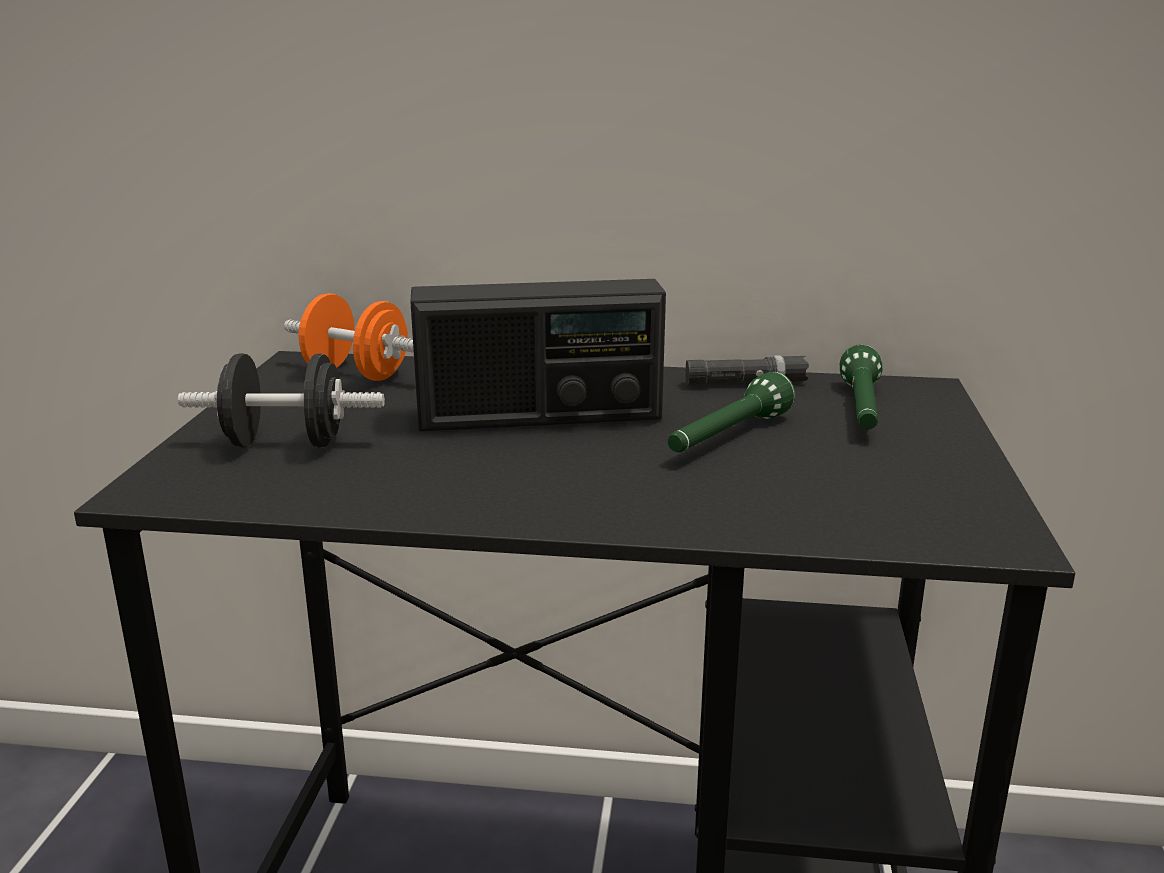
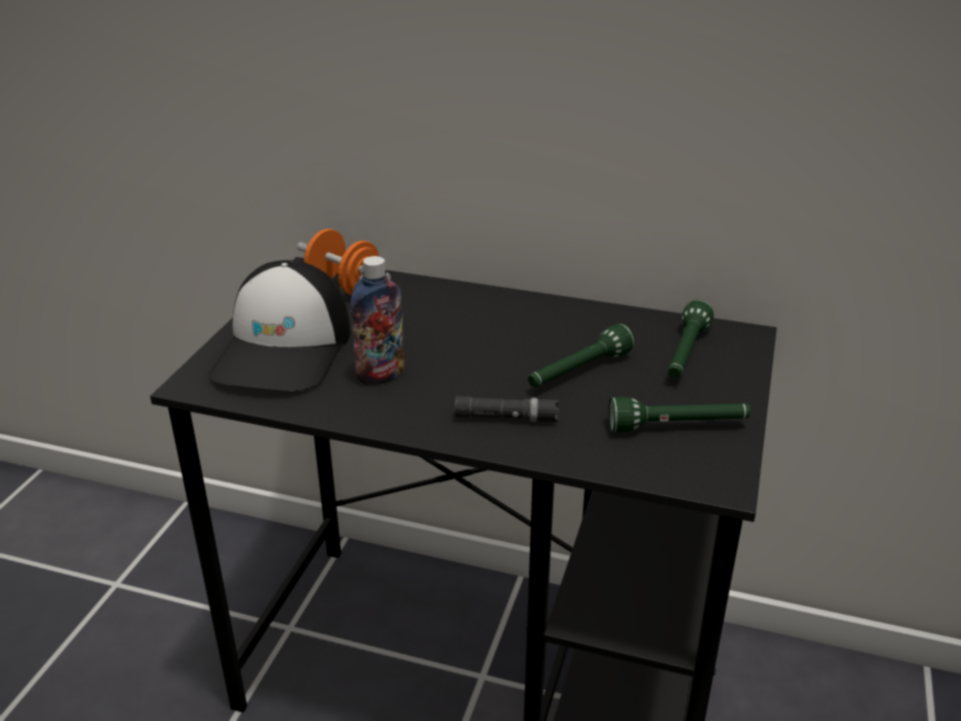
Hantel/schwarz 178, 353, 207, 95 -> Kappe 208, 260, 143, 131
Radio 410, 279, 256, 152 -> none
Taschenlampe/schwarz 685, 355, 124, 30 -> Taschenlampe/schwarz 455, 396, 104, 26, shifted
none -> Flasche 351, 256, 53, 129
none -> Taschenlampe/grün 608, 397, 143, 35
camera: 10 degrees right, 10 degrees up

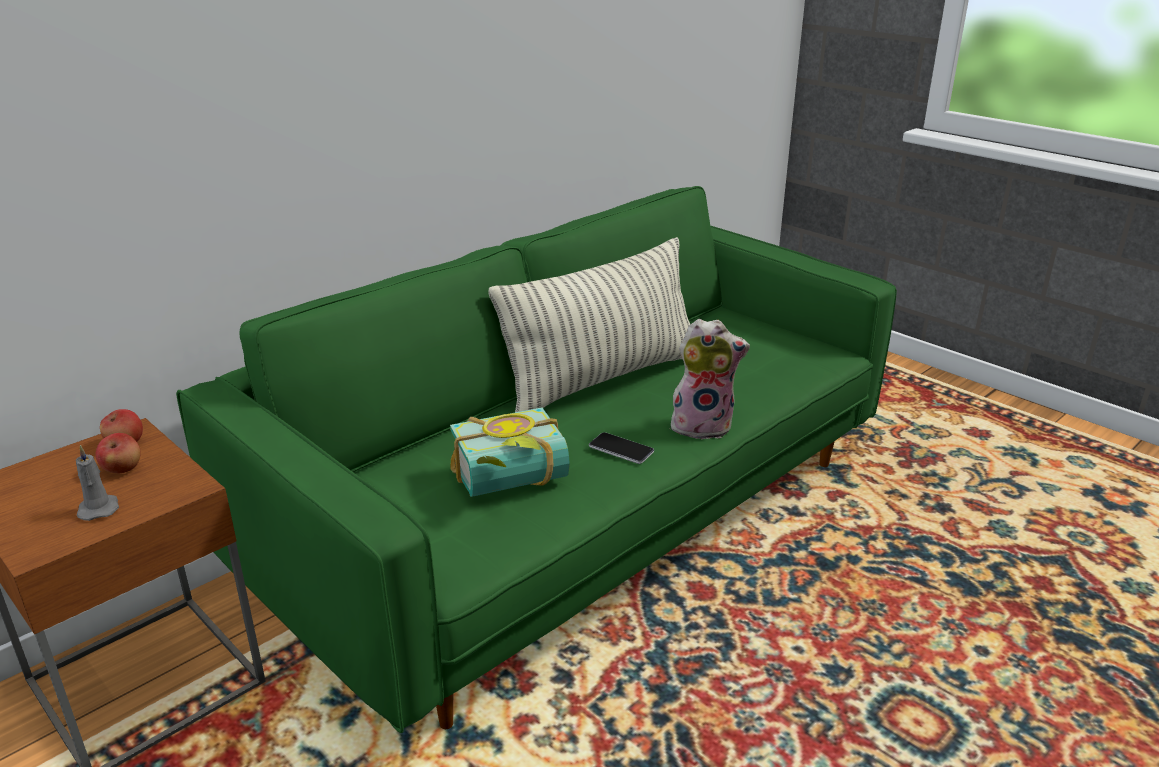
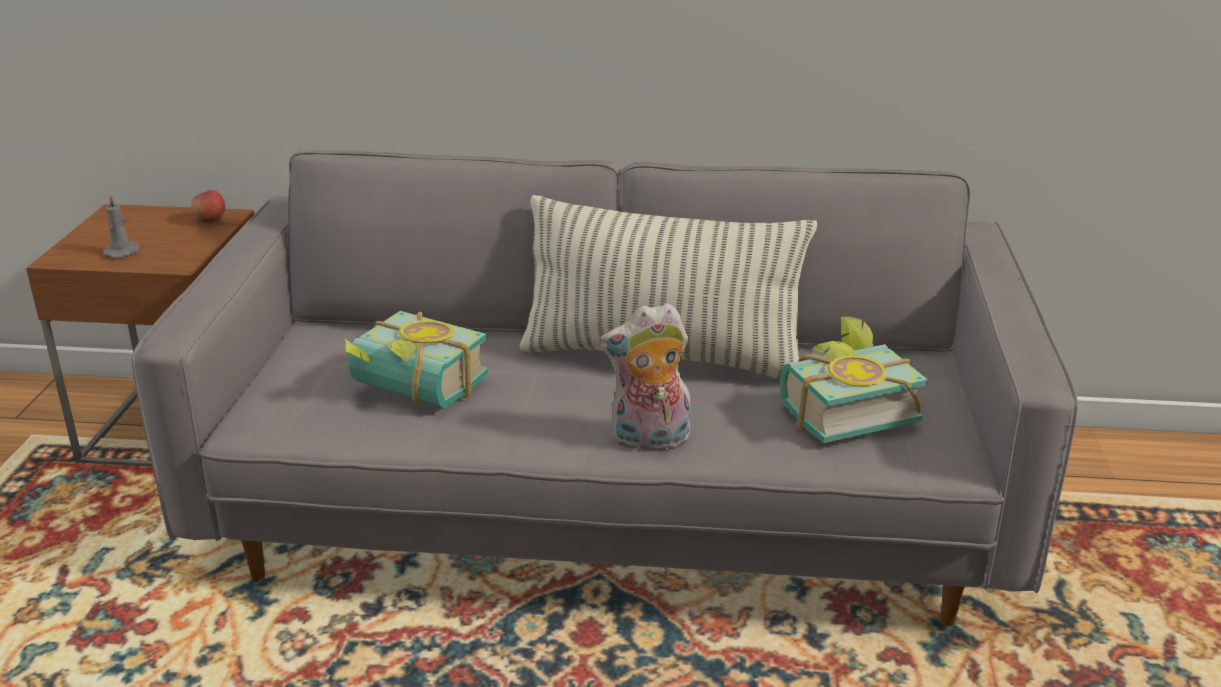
Apfel 95, 433, 46, 40 -> none
Sofa/grün 176, 186, 721, 547 -> Sofa/grau 131, 150, 947, 476
Handy 589, 432, 65, 32 -> none
Plüschtier 671, 319, 79, 121 -> Plüschtier 599, 303, 91, 151, 120 degrees clockwise
none -> Buch 780, 317, 148, 126
camera: 50 degrees right, 0 degrees up

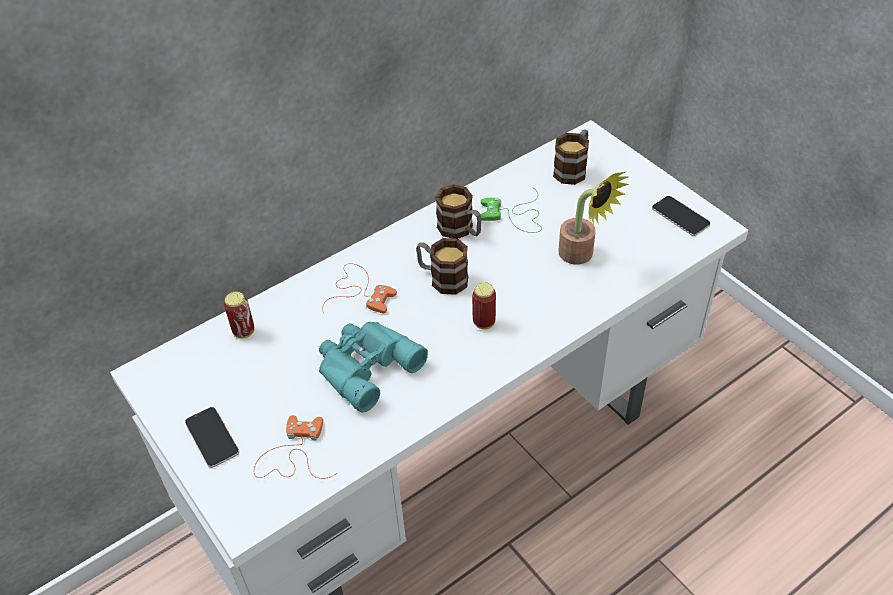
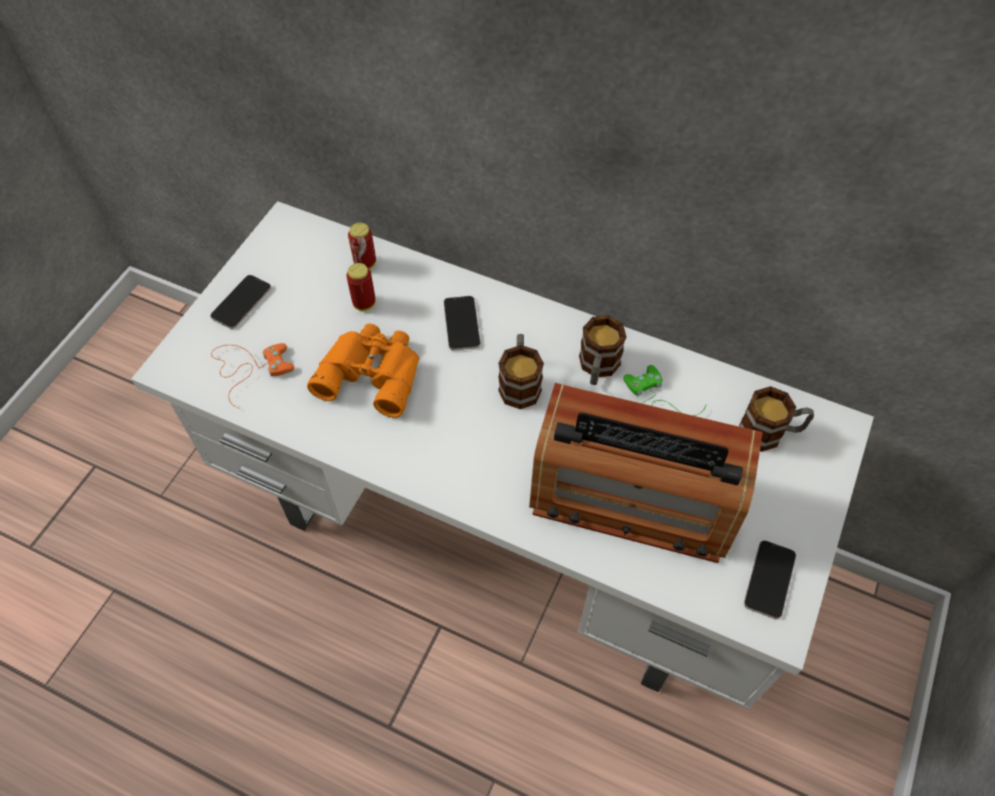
Fernglas/türkis 319, 322, 109, 90 -> Fernglas/orange 307, 324, 112, 94
Gamepad/orange 322, 263, 75, 51 -> Handy 444, 296, 37, 55
Dose 472, 282, 24, 47 -> Dose 347, 263, 29, 48, shifted
Topfpflanze 558, 172, 71, 93 -> Radio 529, 383, 234, 180
camera: 60 degrees right, 10 degrees up

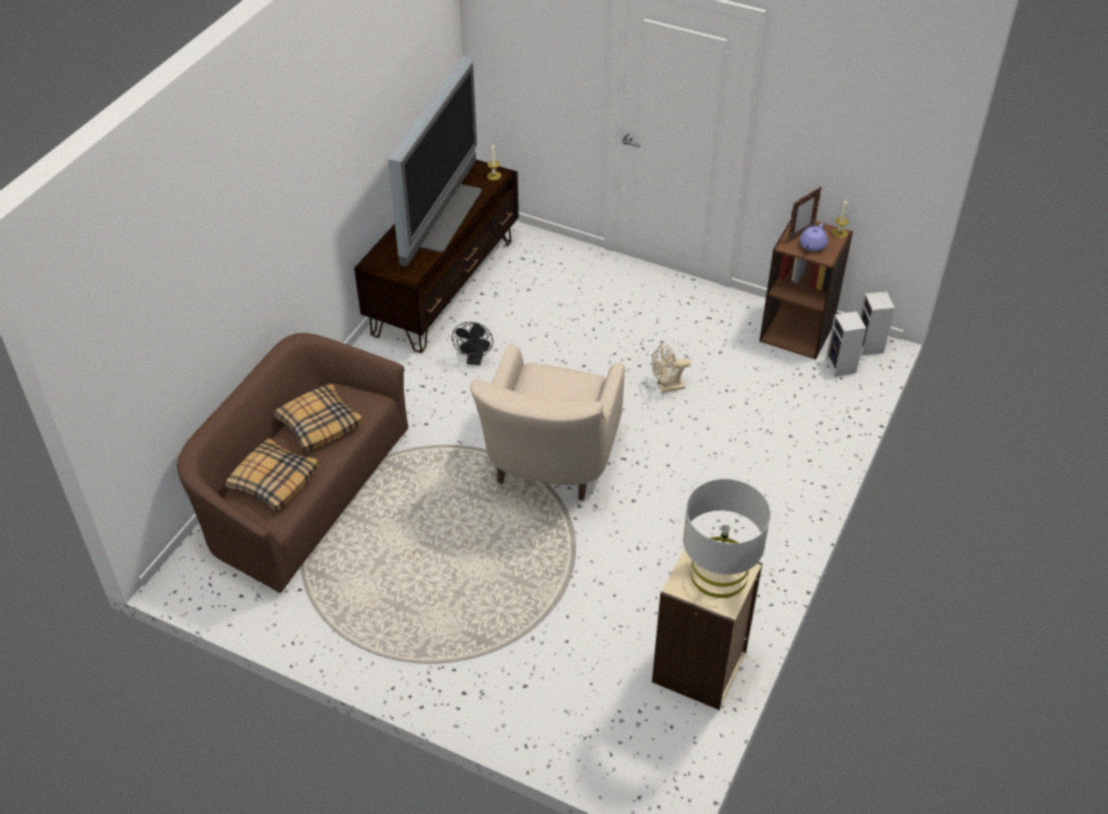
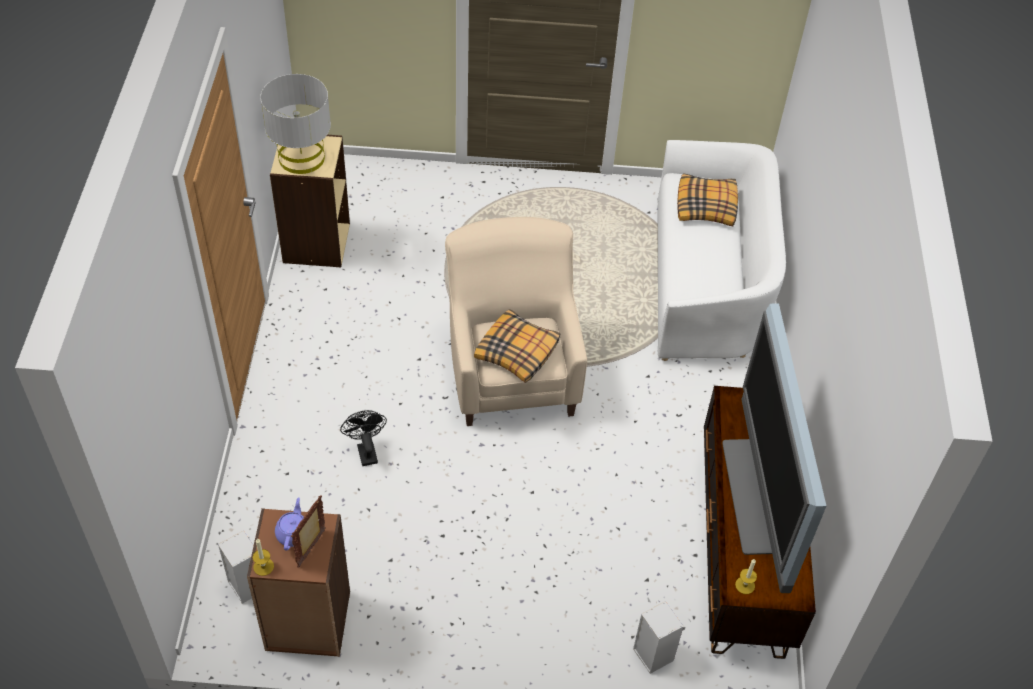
Sofa/braun 177, 333, 231, 260 -> Sofa/weiß 658, 140, 128, 221
Kissen 273, 384, 90, 68 -> Kissen 474, 309, 86, 74, shifted
Ventilator/schwarz 452, 322, 41, 43 -> Ventilator/schwarz 340, 410, 47, 56, shifted
Ventilator/beige 652, 343, 39, 50 -> none
Lautsprecher 860, 291, 35, 64 -> Lautsprecher 633, 601, 51, 73, shifted
camera: 155 degrees right, 5 degrees up

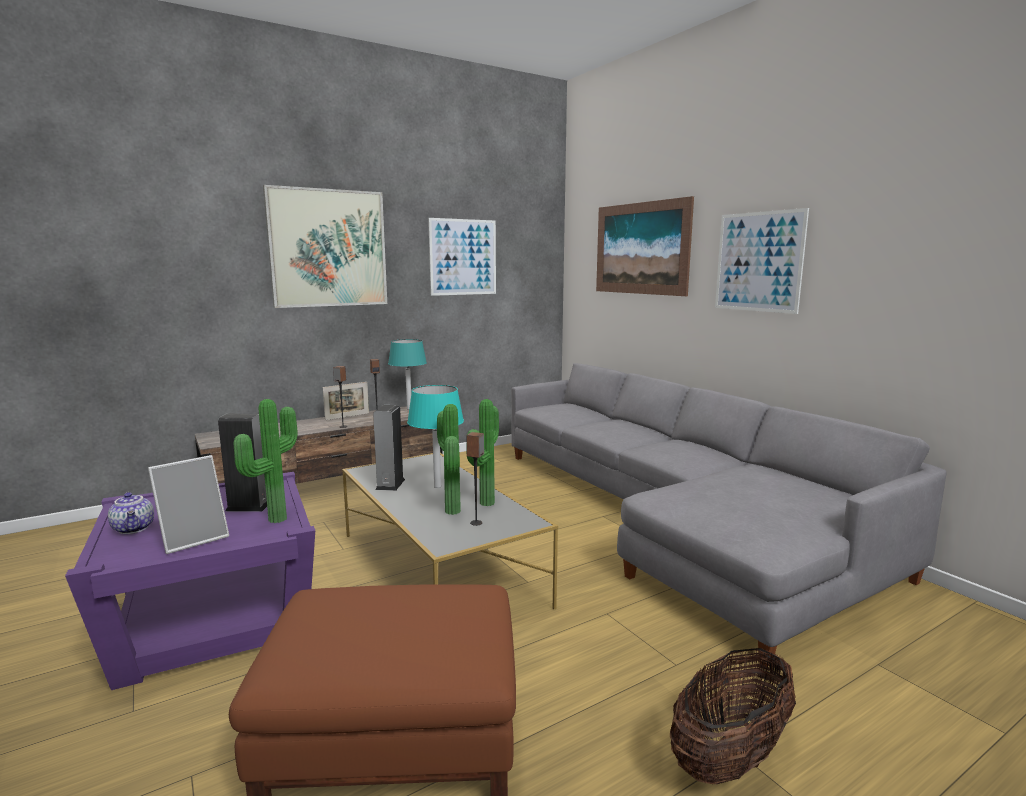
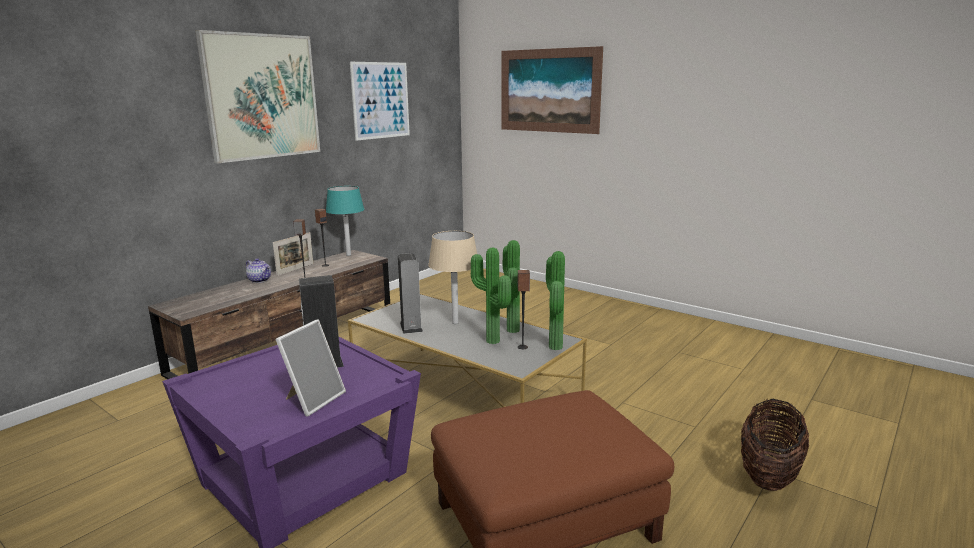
Teekanne 108, 492, 46, 42 -> Teekanne 246, 258, 25, 25, shifted
Topfpflanze 234, 399, 64, 124 -> Topfpflanze 546, 251, 19, 99, shifted
Tischlampe/türkis 407, 385, 57, 103 -> Tischlampe/beige 428, 231, 49, 93
Sofa/grau 511, 363, 436, 303 -> none
Bild 715, 208, 94, 106 -> none
camera: 20 degrees left, 5 degrees up

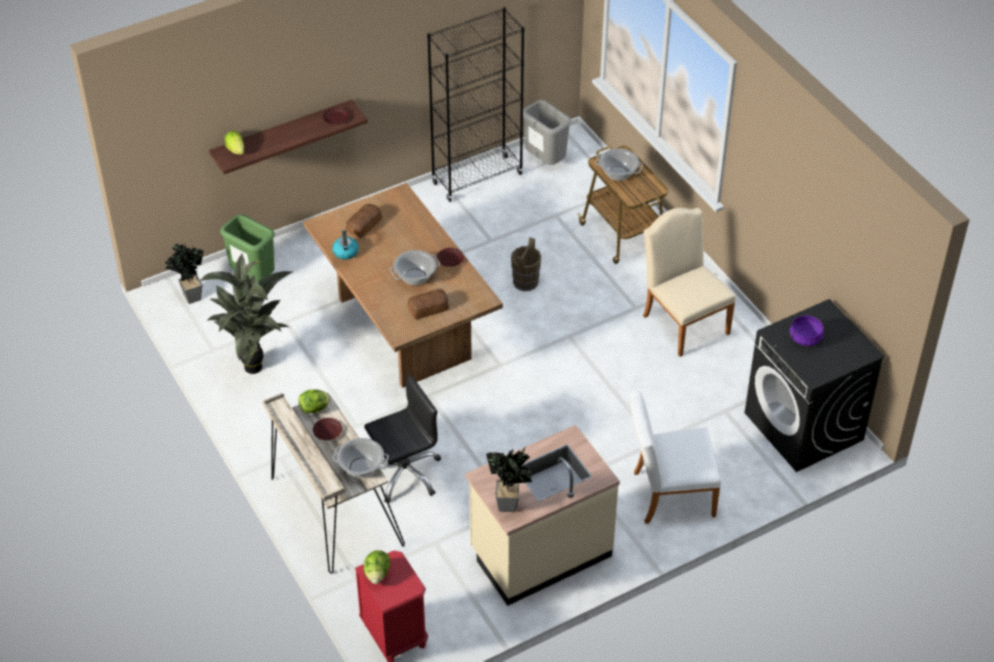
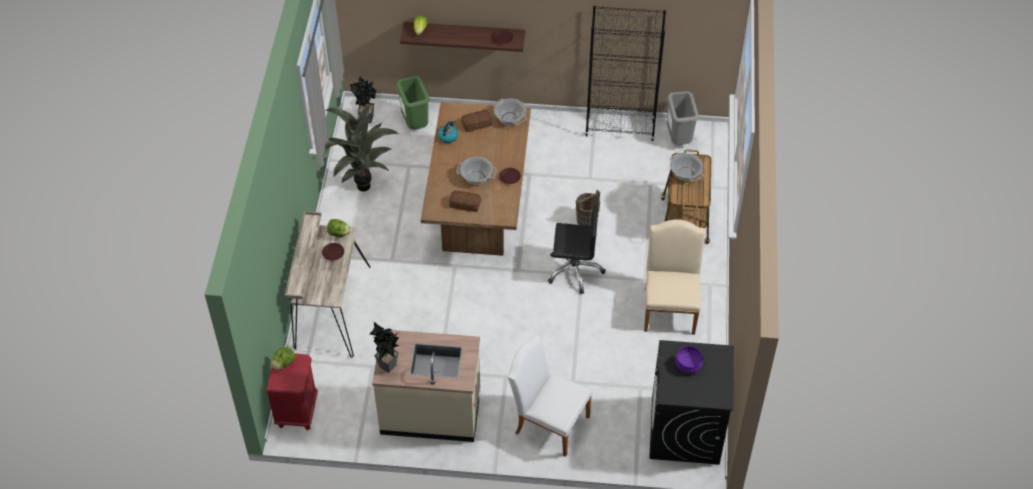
Kochtopf 332, 438, 57, 39 -> Kochtopf 493, 98, 34, 27, shifted
Bürostuhl/schwarz 364, 374, 77, 129 -> Bürostuhl/schwarz 548, 204, 57, 90, shifted
camera: 35 degrees right, 5 degrees up

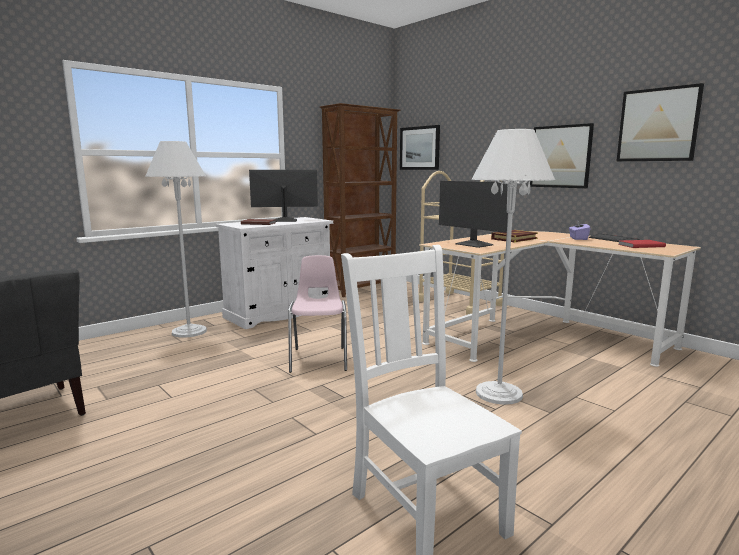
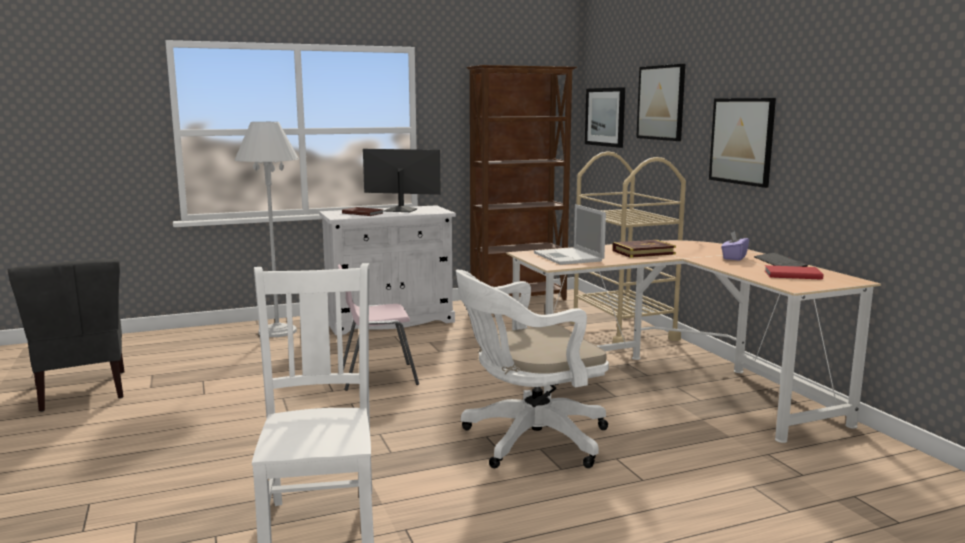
Stuhl/rosa 288, 255, 59, 118 -> Stuhl/rosa 338, 264, 81, 127, 120 degrees counterclockwise
Monitor 439, 181, 69, 67 -> Laptop 534, 204, 72, 61
Stehlampe/weiß 472, 129, 83, 276 -> Bürostuhl/weiß 456, 270, 153, 198
Bild 617, 83, 87, 78 -> Bild 636, 64, 49, 77, shifted
camera: 20 degrees right, 0 degrees up

